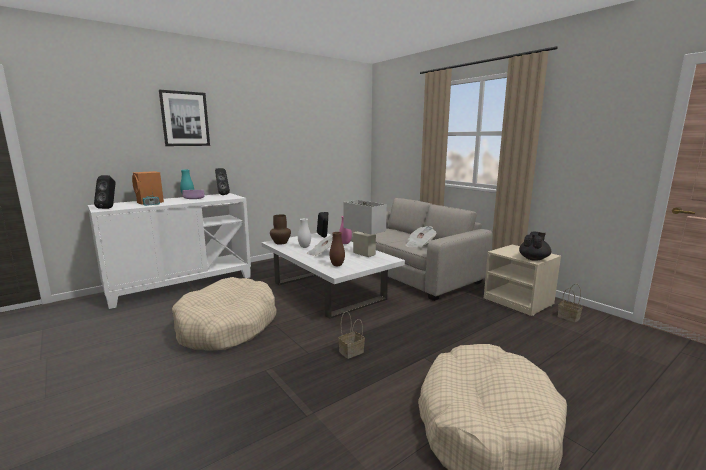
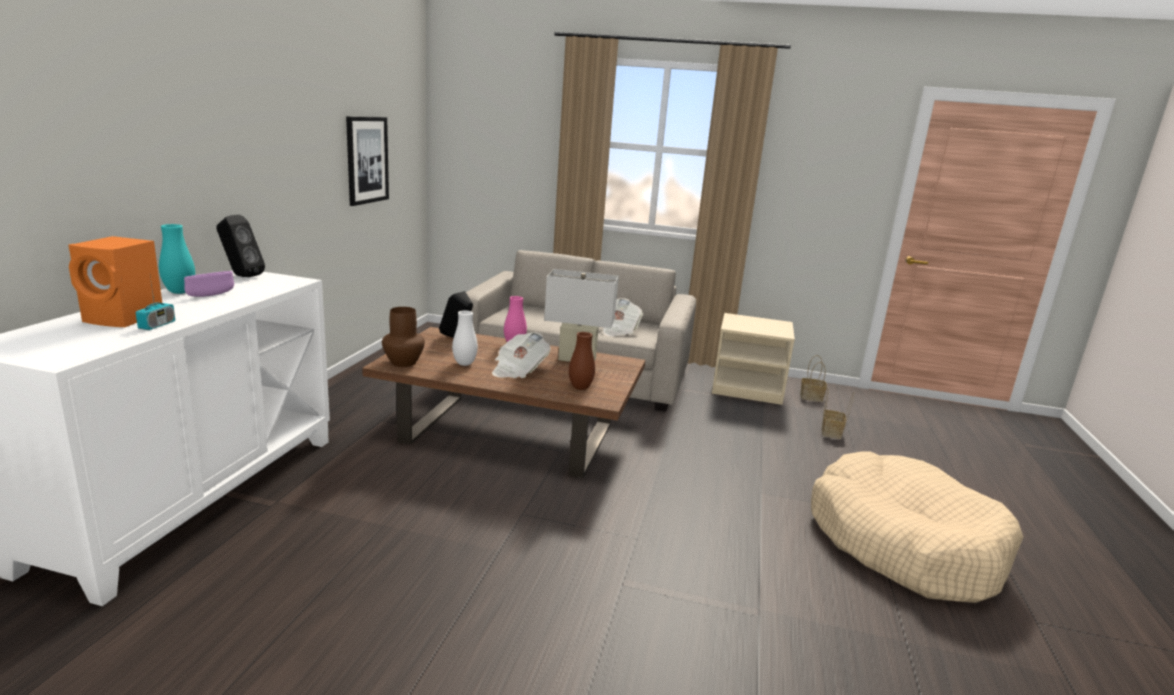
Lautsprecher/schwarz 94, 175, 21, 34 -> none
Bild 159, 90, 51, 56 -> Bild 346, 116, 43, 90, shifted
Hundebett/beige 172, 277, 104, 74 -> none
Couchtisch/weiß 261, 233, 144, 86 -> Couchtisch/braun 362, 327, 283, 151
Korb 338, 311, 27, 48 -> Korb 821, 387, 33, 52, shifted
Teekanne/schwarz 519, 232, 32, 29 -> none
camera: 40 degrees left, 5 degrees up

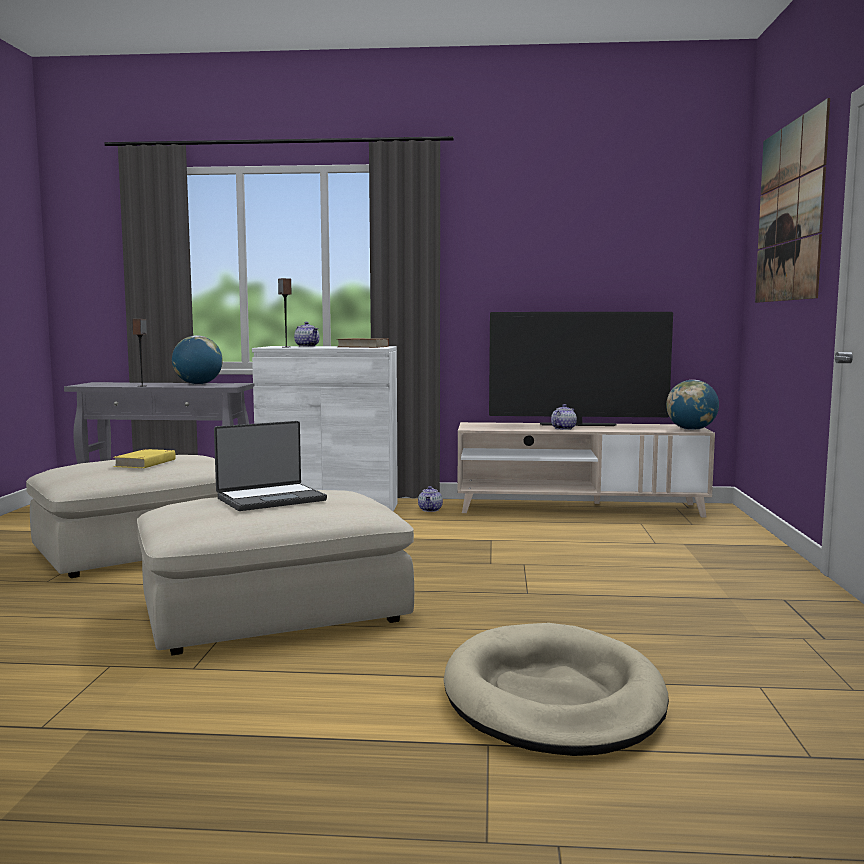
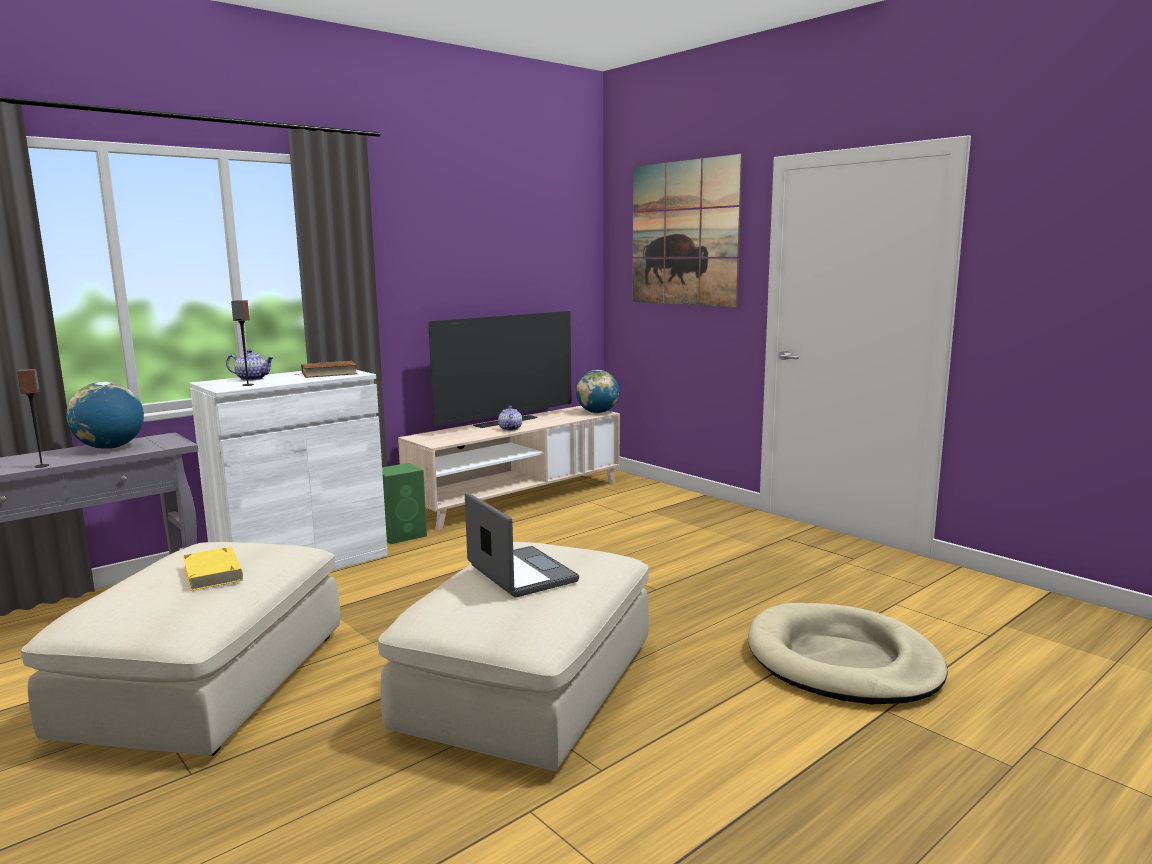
Laptop 214, 421, 113, 90 -> Laptop 465, 493, 114, 104, 45 degrees counterclockwise
Teekanne 418, 486, 25, 26 -> Lautsprecher/grün 382, 463, 45, 81
camera: 45 degrees left, 5 degrees up

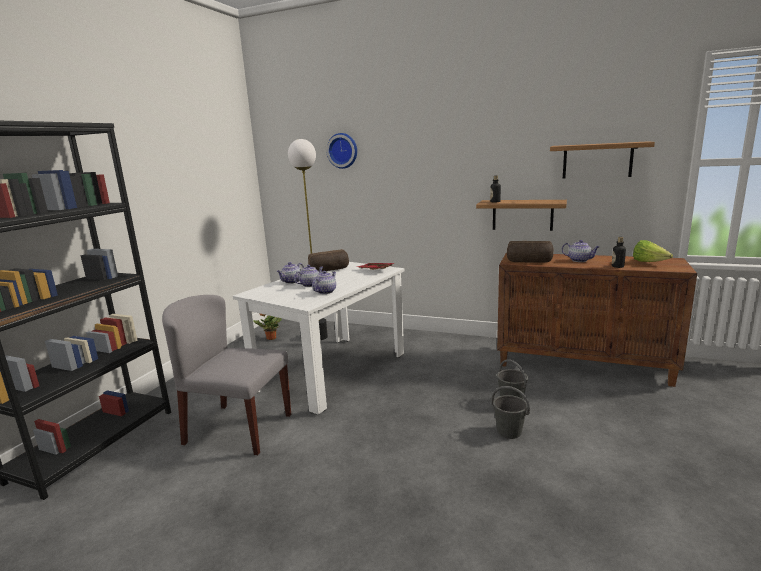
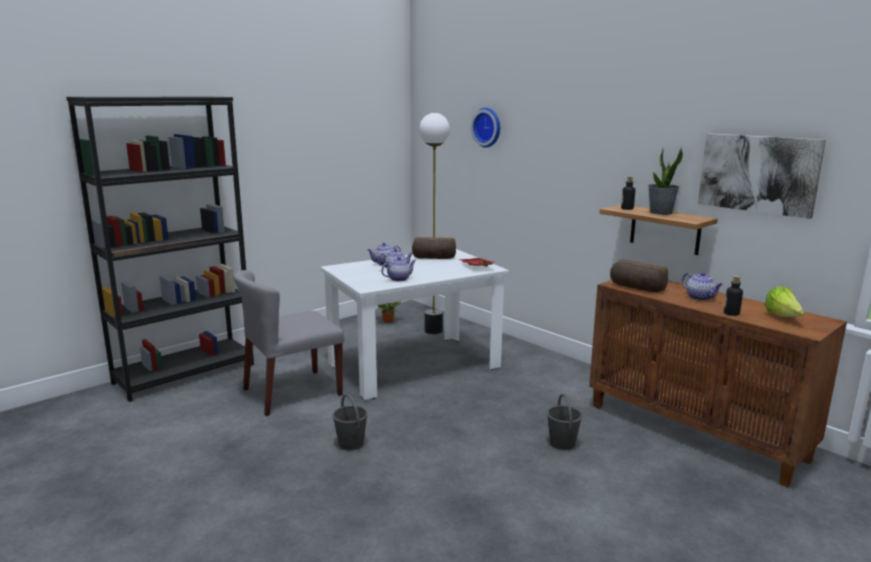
Stuhl/grau 162, 295, 129, 160 -> Stuhl/grau 233, 270, 111, 146, 75 degrees counterclockwise
Eimer/grau 491, 386, 39, 53 -> Eimer/grau 332, 394, 36, 56, shifted
Wandregal 550, 141, 105, 38 -> Bild 698, 133, 128, 86
none -> Topfpflanze 648, 147, 35, 68
camera: 25 degrees right, 0 degrees up

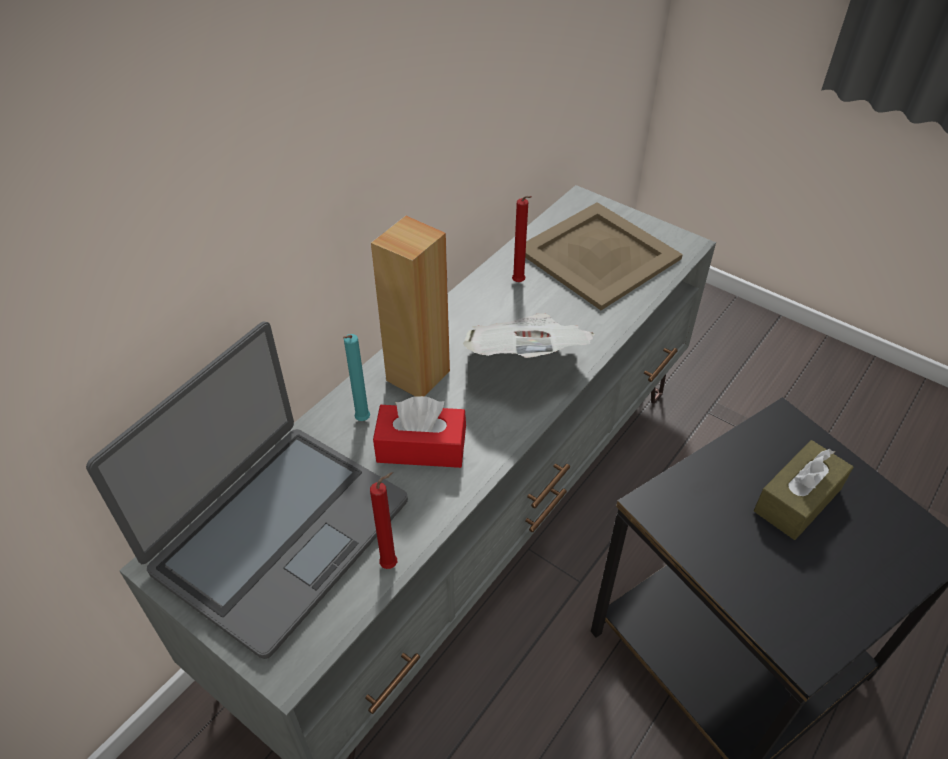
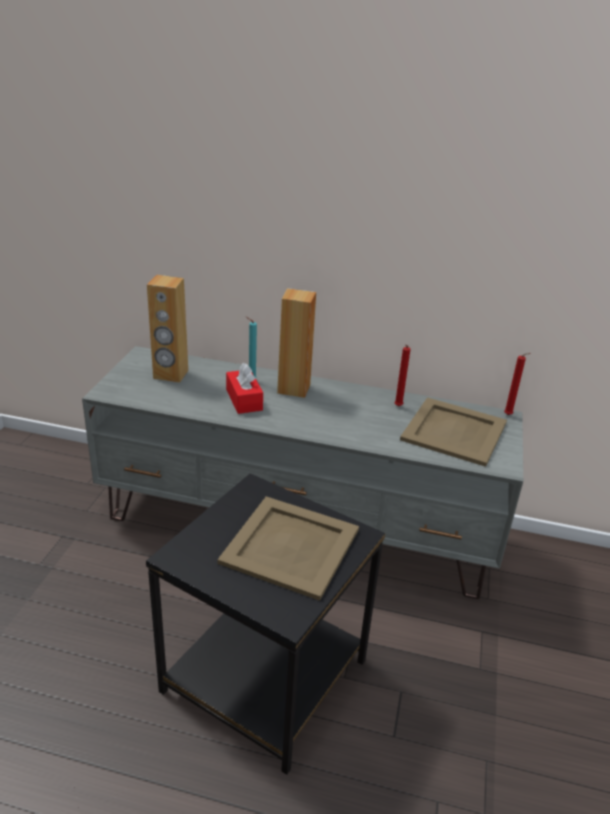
Laptop 86, 322, 322, 337 -> Lautsprecher/braun 147, 275, 41, 108
Kerze/rot 370, 472, 27, 97 -> Kerze/rot 504, 353, 27, 62, shifted
Zeitung 463, 314, 131, 44 -> none
Taschentuchbox/braun 754, 440, 99, 100 -> Tablett/beige 217, 496, 142, 105
camera: 65 degrees right, 15 degrees down

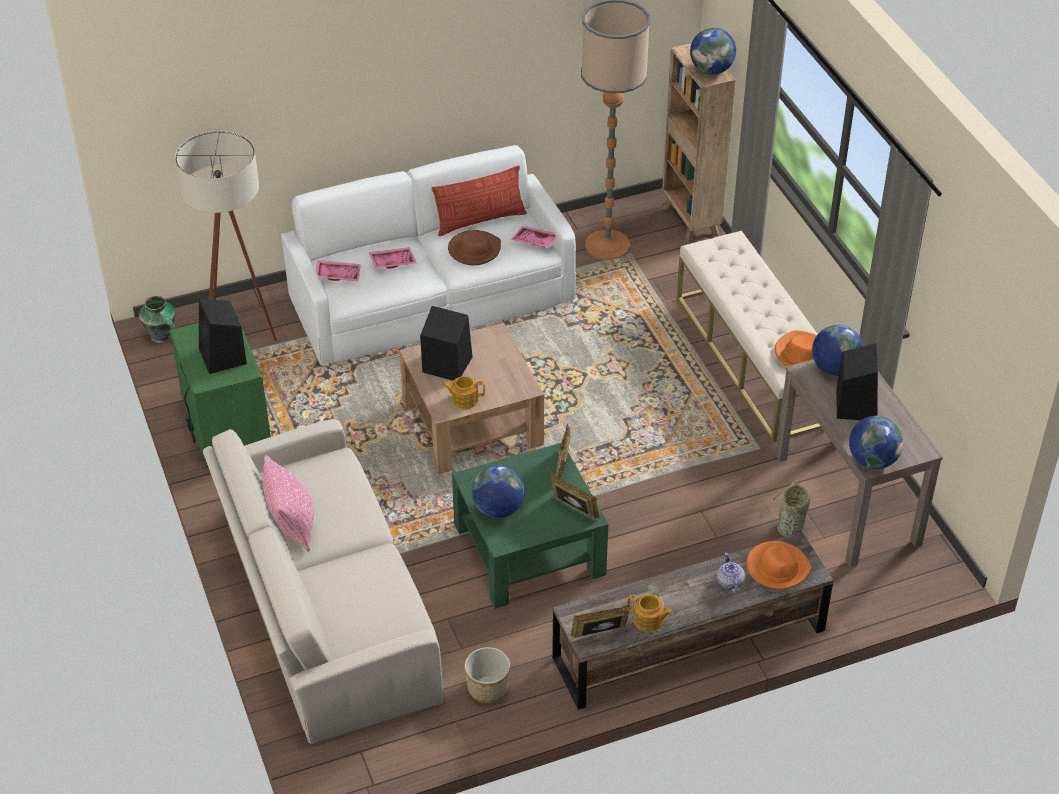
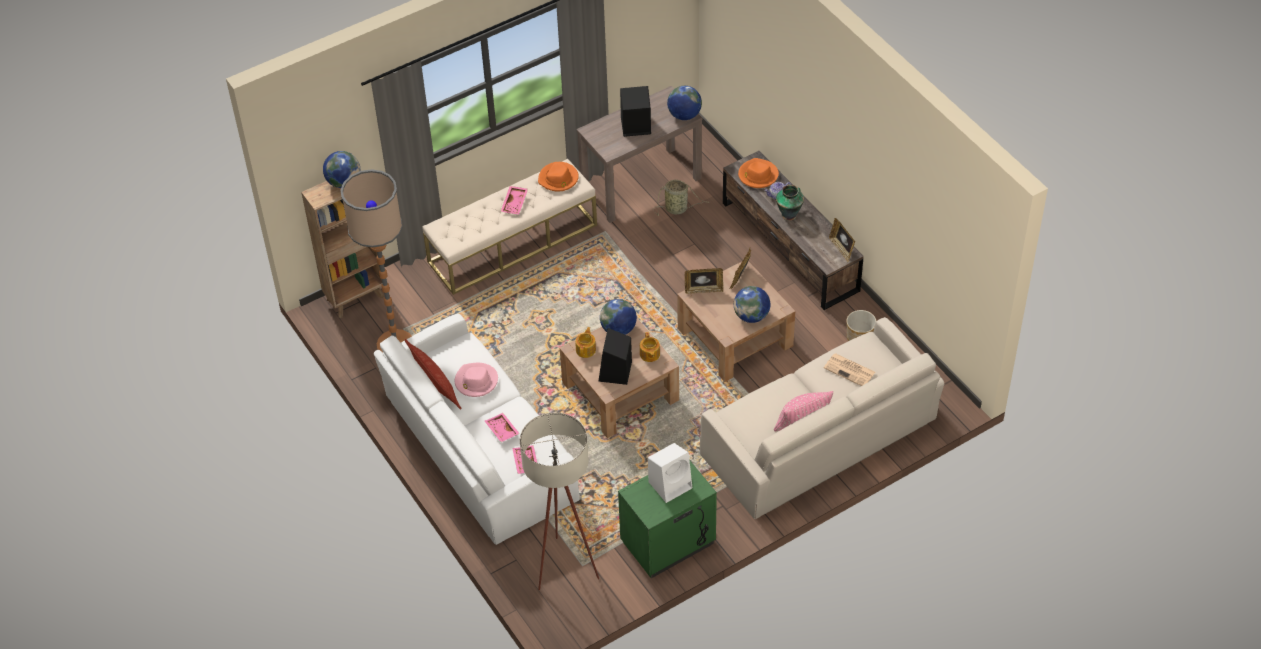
Vase 139, 296, 36, 47 -> Vase 776, 185, 28, 35, shifted
Lautsprecher/schwarz 199, 299, 48, 75 -> Lautsprecher/weiß 648, 443, 44, 60
Hut/braun 448, 230, 53, 35 -> Hut/rosa 455, 363, 43, 34
Couchtisch/grün 452, 443, 156, 166 -> Couchtisch/braun 677, 261, 118, 121
Tablett/rosa 511, 226, 46, 21 -> Tablett/rosa 500, 186, 28, 28, shifted
Teekanne 627, 594, 46, 38 -> Teekanne 575, 327, 21, 31, shifted
Globus 812, 325, 51, 51 -> Globus 600, 299, 37, 36, shifted
none -> Zeitung 824, 353, 51, 33
camera: 100 degrees left, 5 degrees up

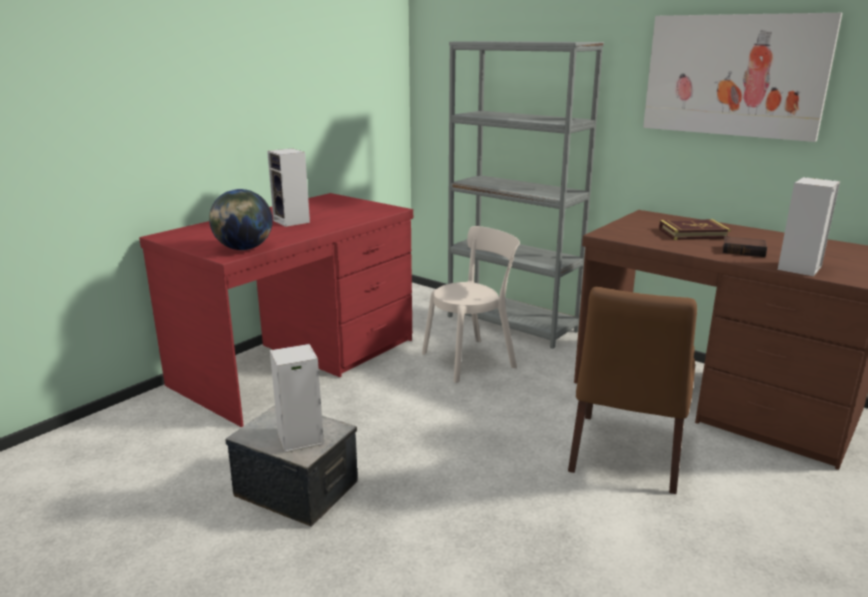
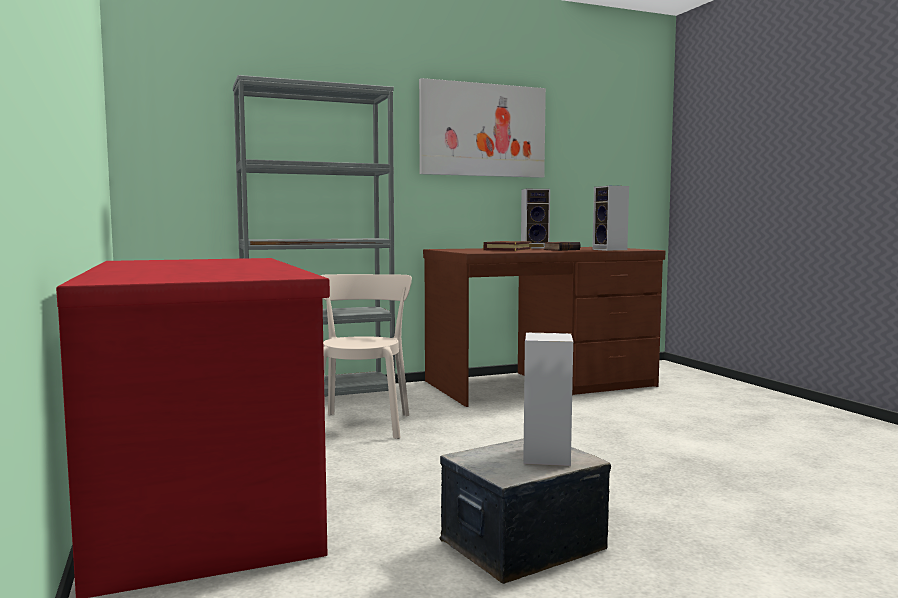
Globus 209, 189, 64, 61 -> none
Lautsprecher 267, 148, 43, 79 -> Lautsprecher 521, 189, 29, 60, shifted
Stuhl/braun 568, 287, 129, 207 -> none
camera: 60 degrees left, 15 degrees down

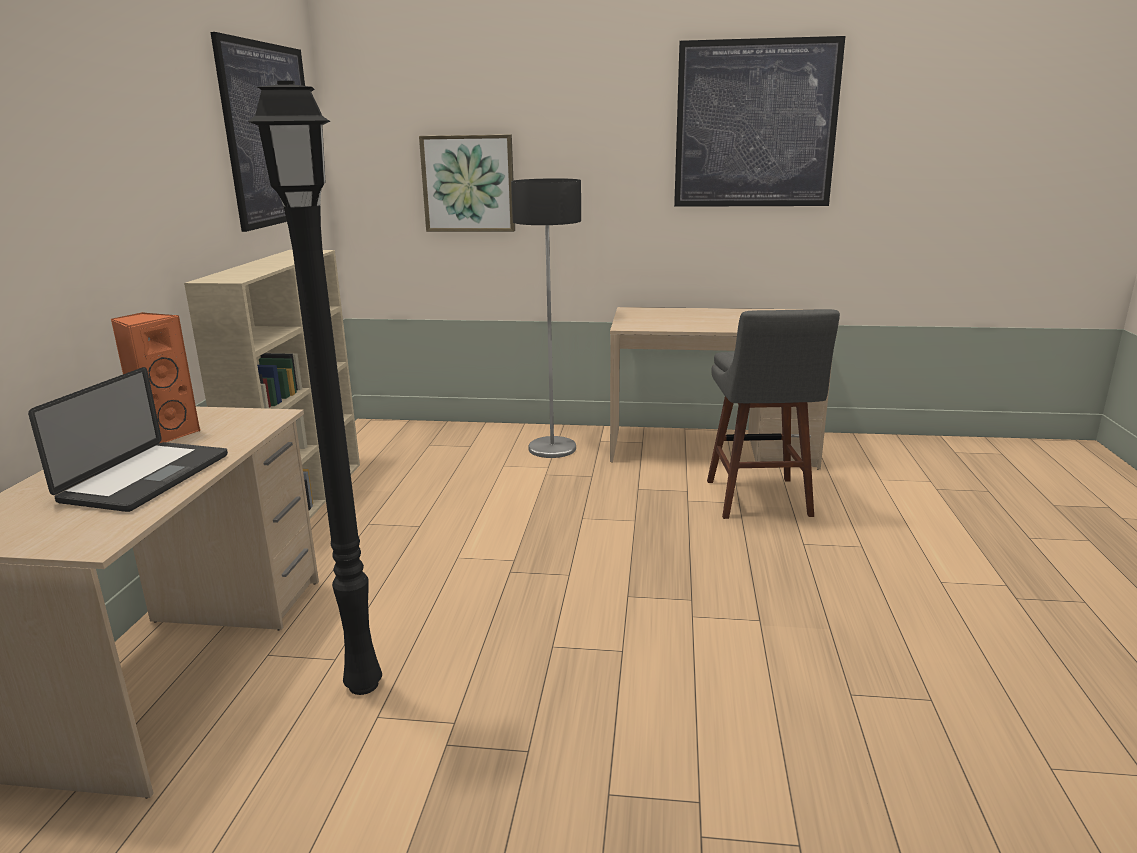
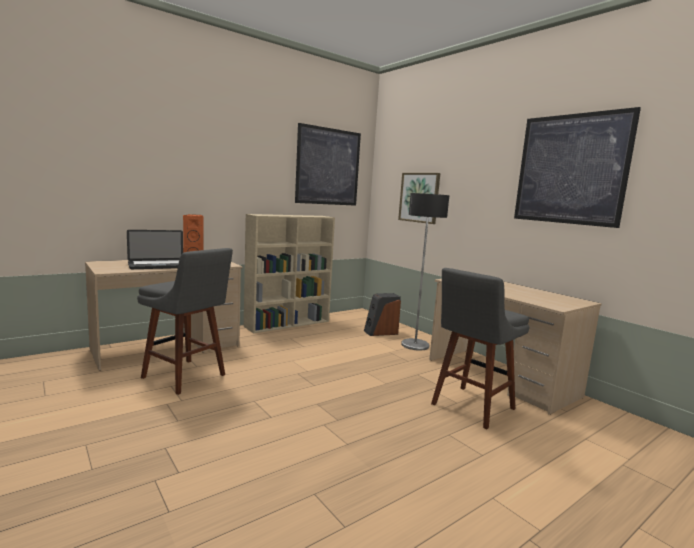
Stehlampe/schwarz 247, 81, 135, 614 -> Hocker/grau 137, 248, 96, 147
none -> Lautsprecher 364, 293, 37, 43
camera: 45 degrees right, 10 degrees down

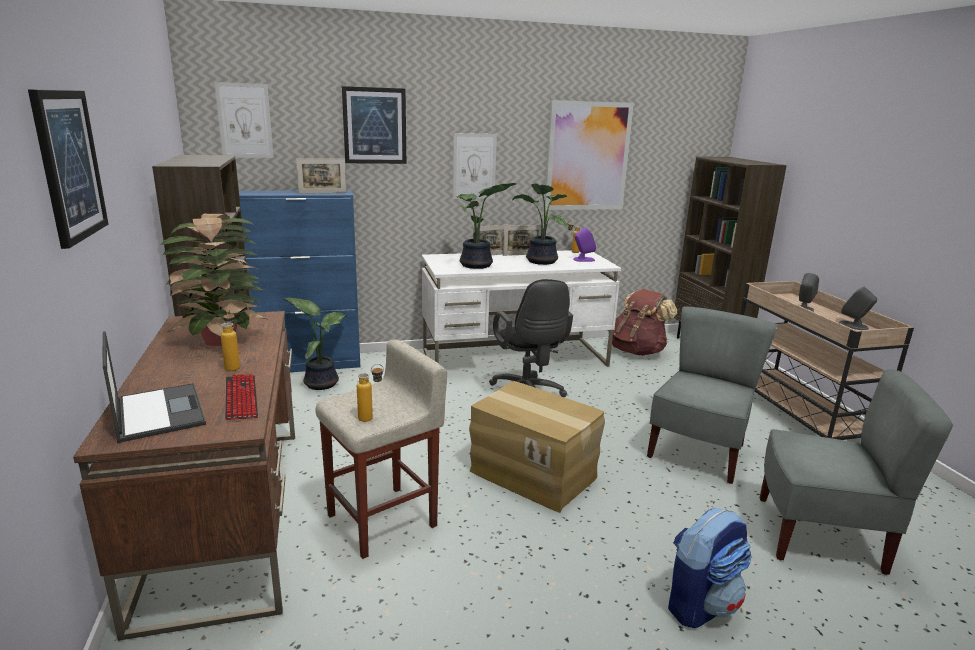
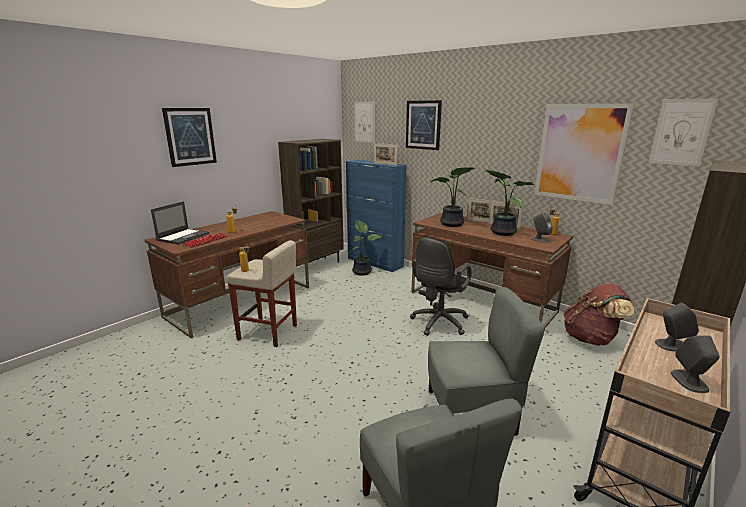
Topfpflanze 161, 214, 106, 132 -> none
Schreibtisch/weiß 422, 250, 199, 117 -> Schreibtisch/braun 411, 212, 162, 116
Bild 453, 133, 44, 66 -> Bild 649, 99, 69, 67, shifted
Karton 469, 381, 136, 132 -> none
Lautsprecher/lila 573, 227, 23, 35 -> Lautsprecher/grau 531, 212, 22, 31
Rucksack 668, 508, 84, 120 -> none
camera: 55 degrees right, 0 degrees up

